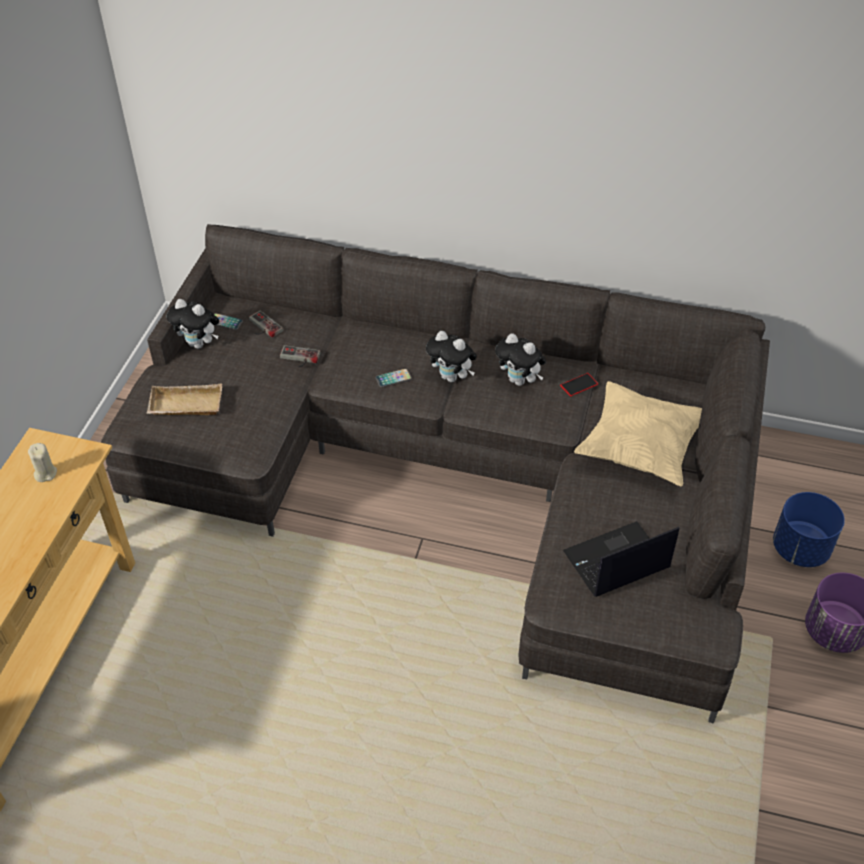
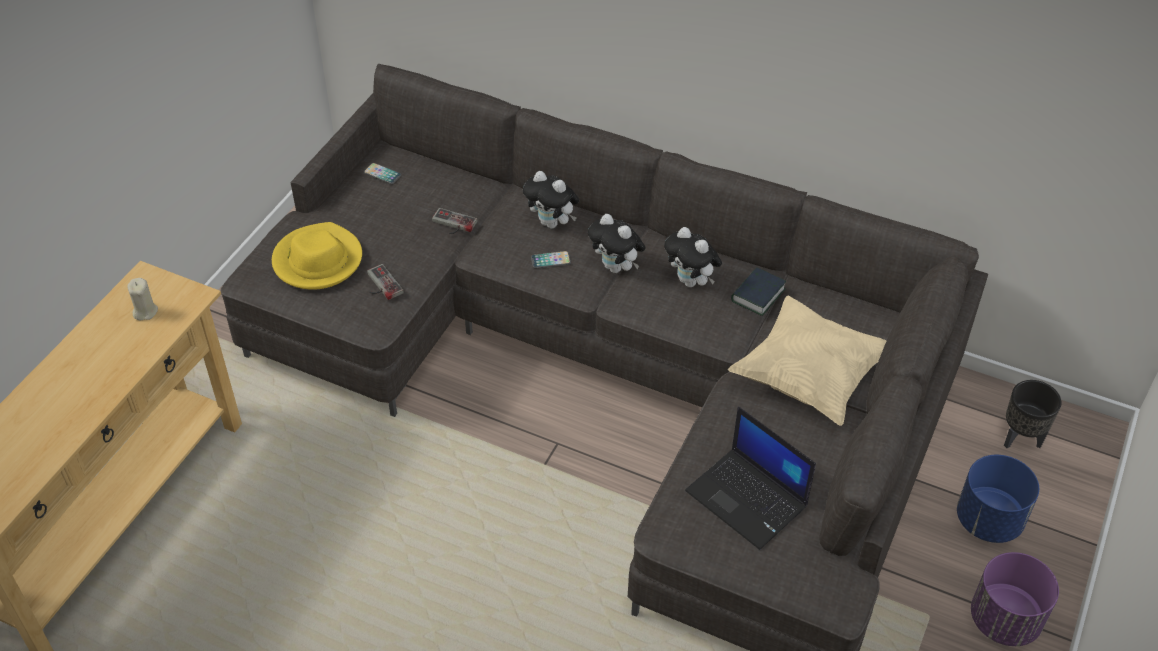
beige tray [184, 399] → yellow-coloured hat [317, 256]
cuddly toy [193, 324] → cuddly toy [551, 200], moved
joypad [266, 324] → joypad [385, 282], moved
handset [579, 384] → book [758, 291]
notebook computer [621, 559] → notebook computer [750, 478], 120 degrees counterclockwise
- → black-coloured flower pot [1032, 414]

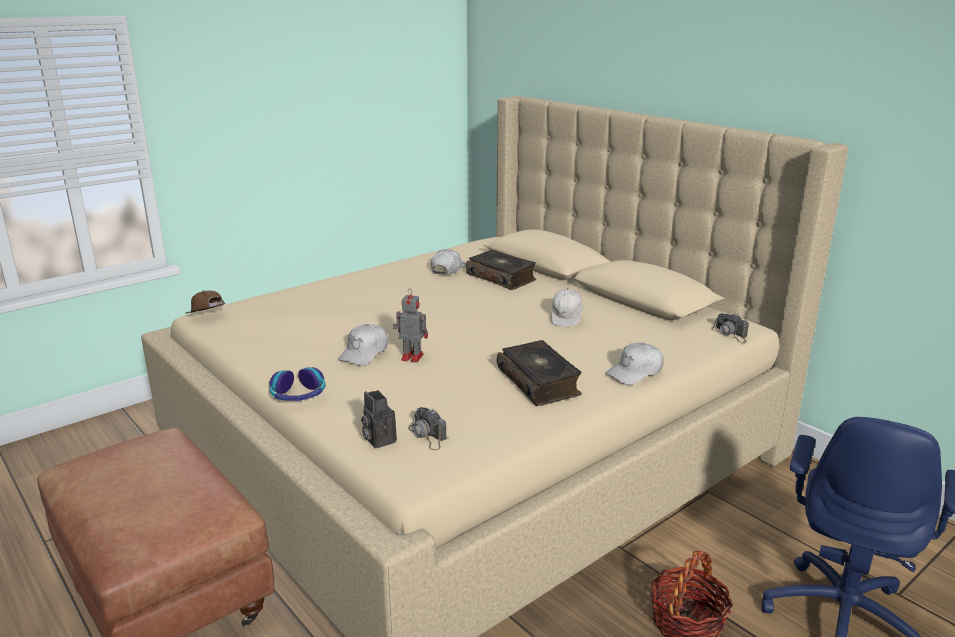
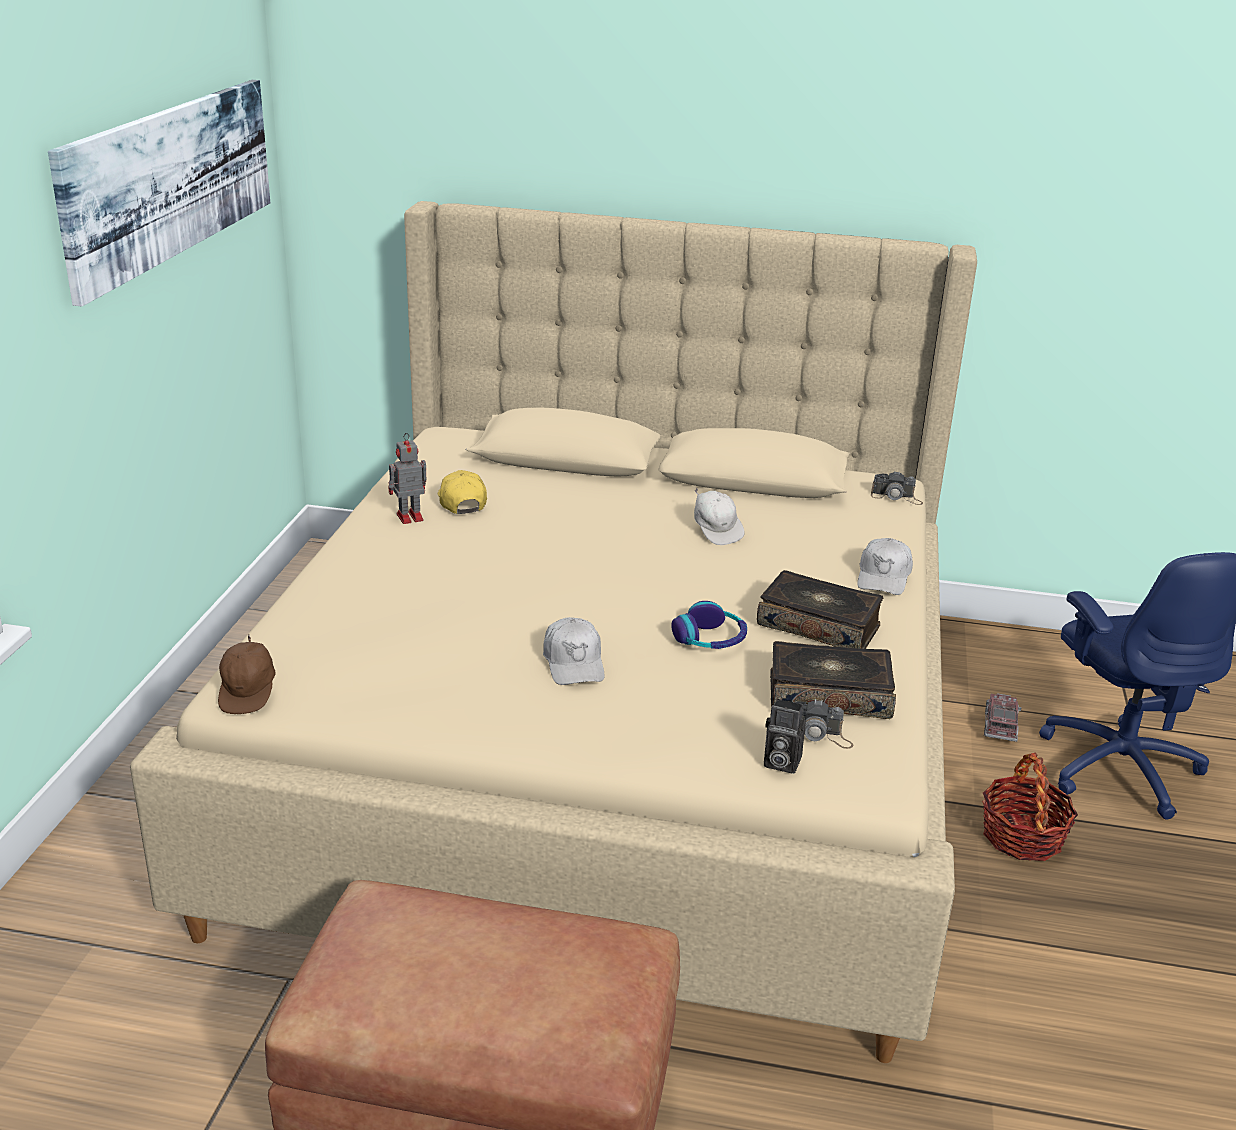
brown-coloured cap [205, 302] → brown-coloured cap [247, 674], 90 degrees counterclockwise
pair of headphones [297, 384] → pair of headphones [709, 625], moved
robot figure [410, 326] → robot figure [407, 478], moved
whitish cap [448, 262] → yellow-coloured cap [462, 492]
book [501, 270] → book [833, 680], moved
- → wall art [159, 193]
- → model truck [1003, 717]

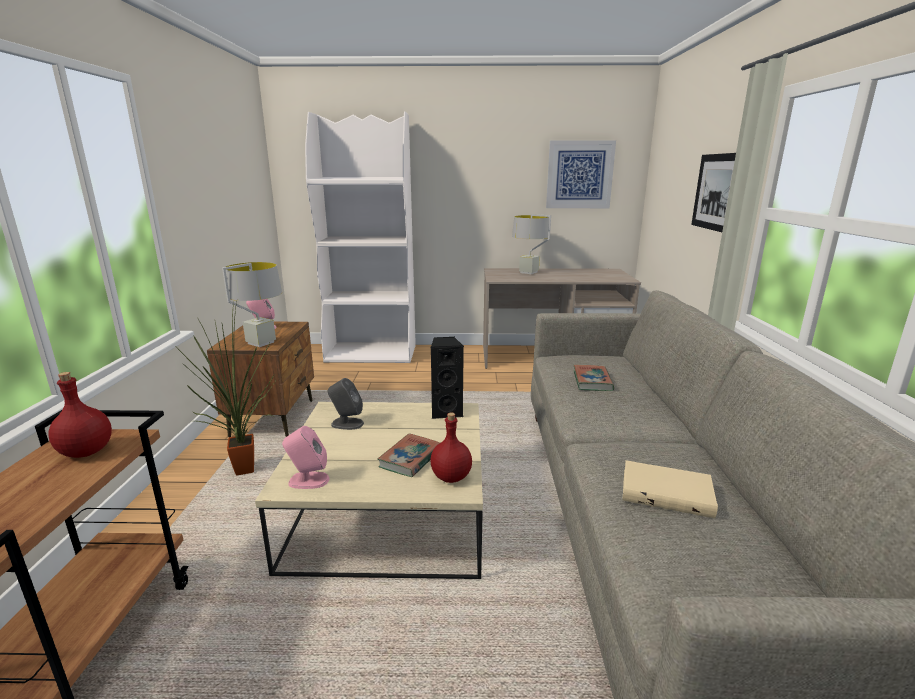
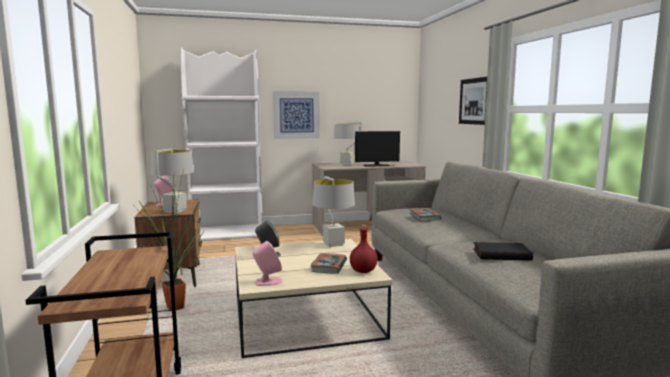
red bottle [80, 415] → -
black-coloured loudspeaker [447, 378] → gray tabletop lamp [333, 211]
wall art [581, 174] → wall art [296, 115], moved
beige book [670, 489] → black-coloured book [503, 251]
- → computer screen [377, 149]

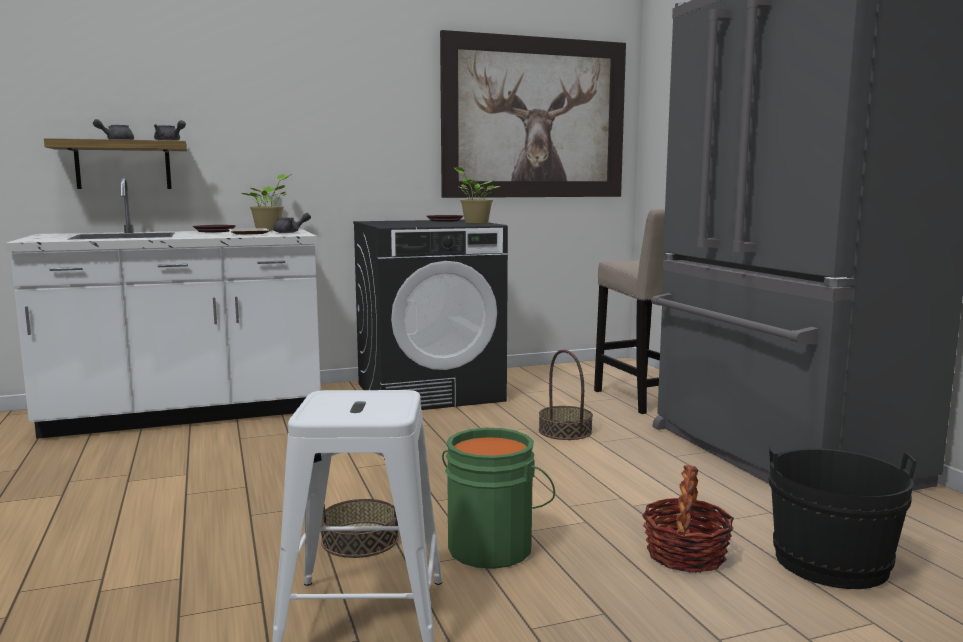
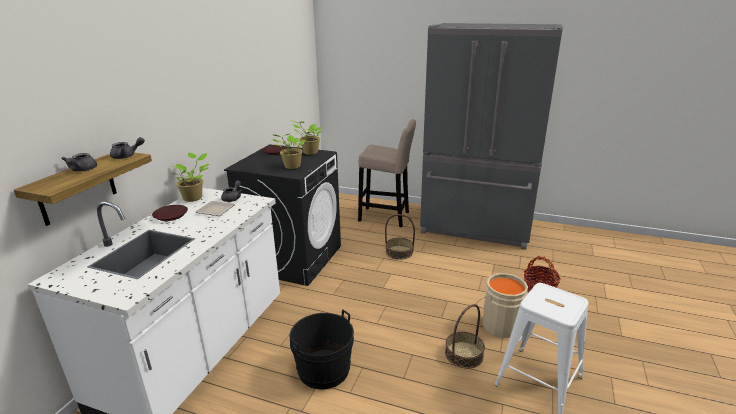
wall art [533, 114] → -
green-coloured water bucket [498, 498] → beige water bucket [501, 305]
black-coloured water bucket [843, 517] → black-coloured water bucket [322, 349], moved
- → potted plant [288, 151]

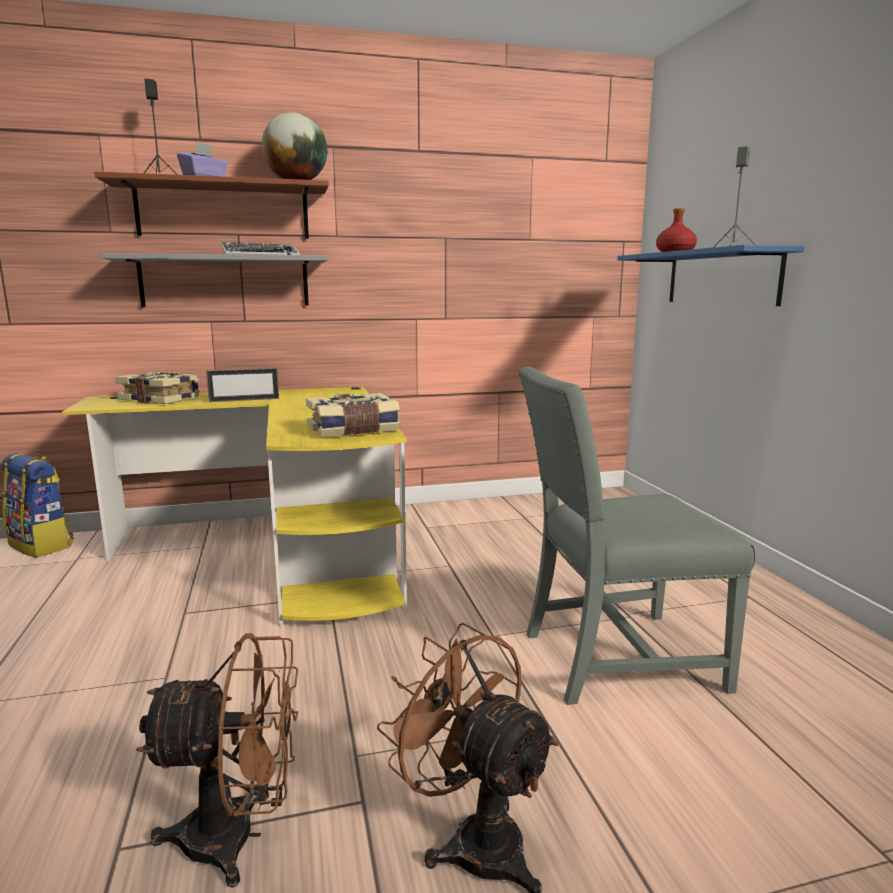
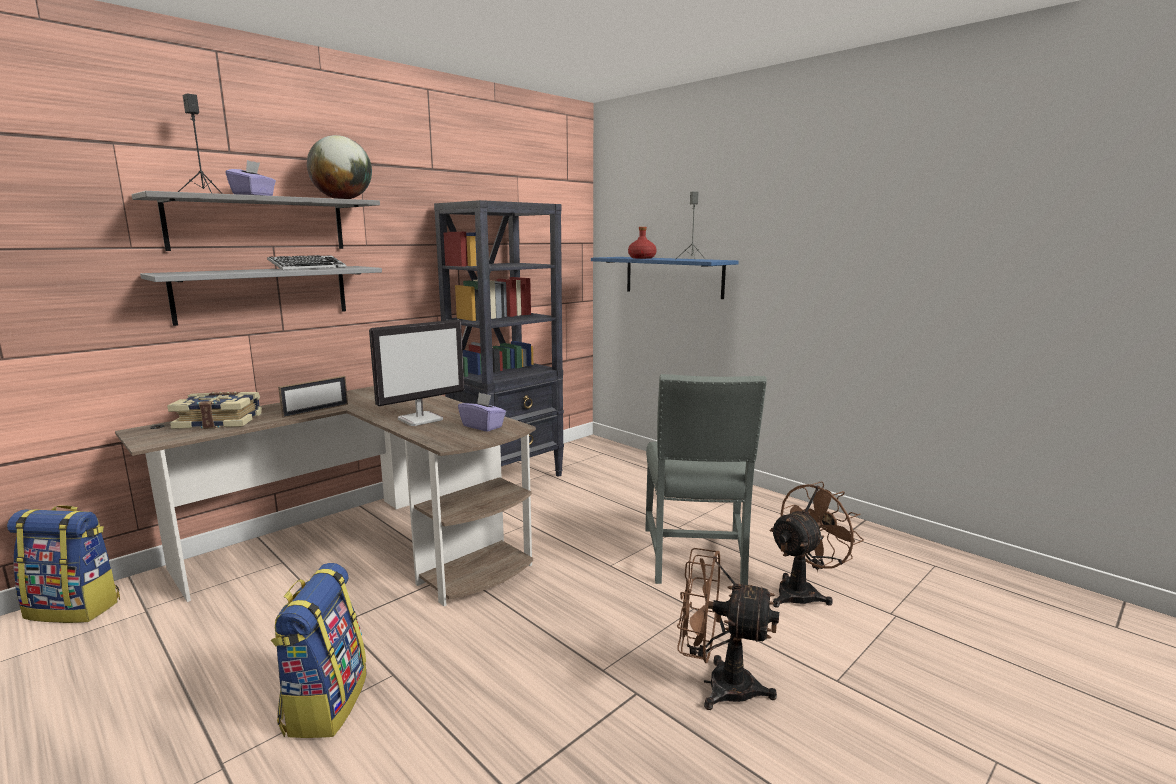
yellow-coloured desk table [234, 506] → brown-coloured desk table [325, 496]
brown-coloured bracket shelf [211, 205] → gray bracket shelf [256, 221]
brown-coloured fan [217, 760] → brown-coloured fan [816, 544], moved
book [353, 415] → purple-coloured tissue box [482, 412]
gray upright chair [636, 535] → gray upright chair [706, 479], 45 degrees counterclockwise
- → backpack [319, 650]
- → computer screen [417, 373]
- → black-coloured bookshelf [499, 338]

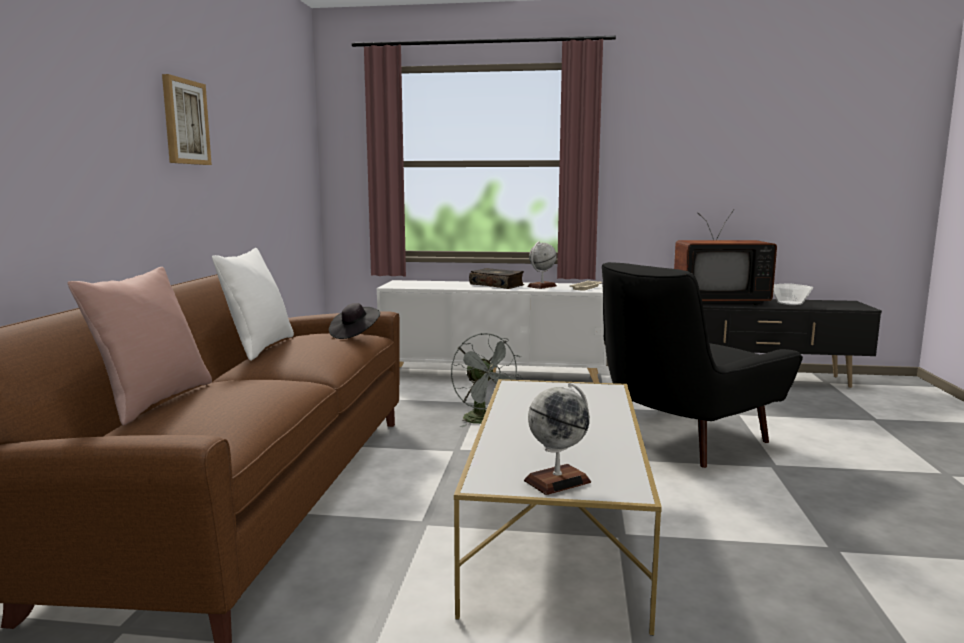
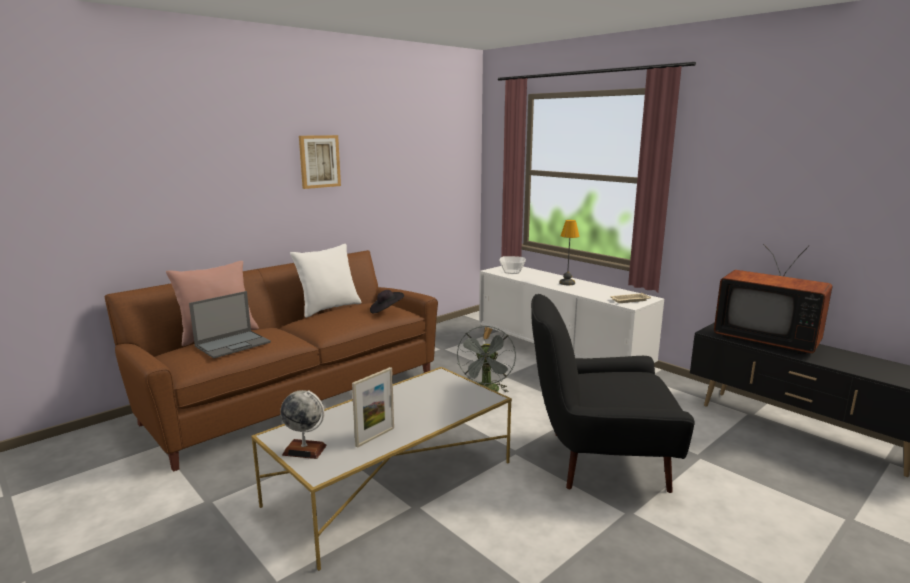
book [496, 278] → tabletop lamp [569, 252]
globe [542, 265] → -
serving bowl [793, 294] → serving bowl [512, 265], moved
- → notebook computer [230, 324]
- → photo frame [373, 407]

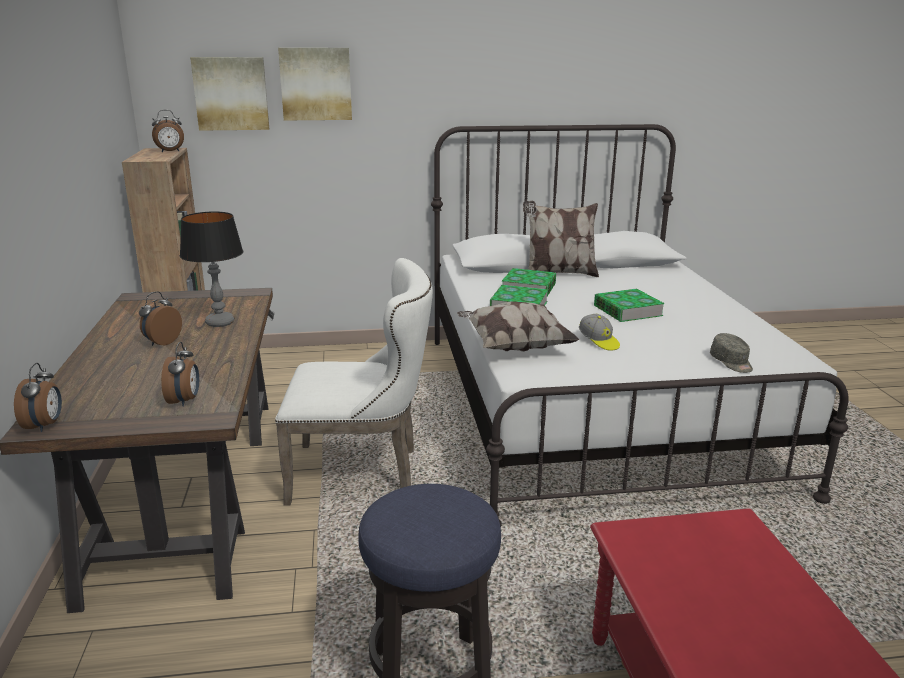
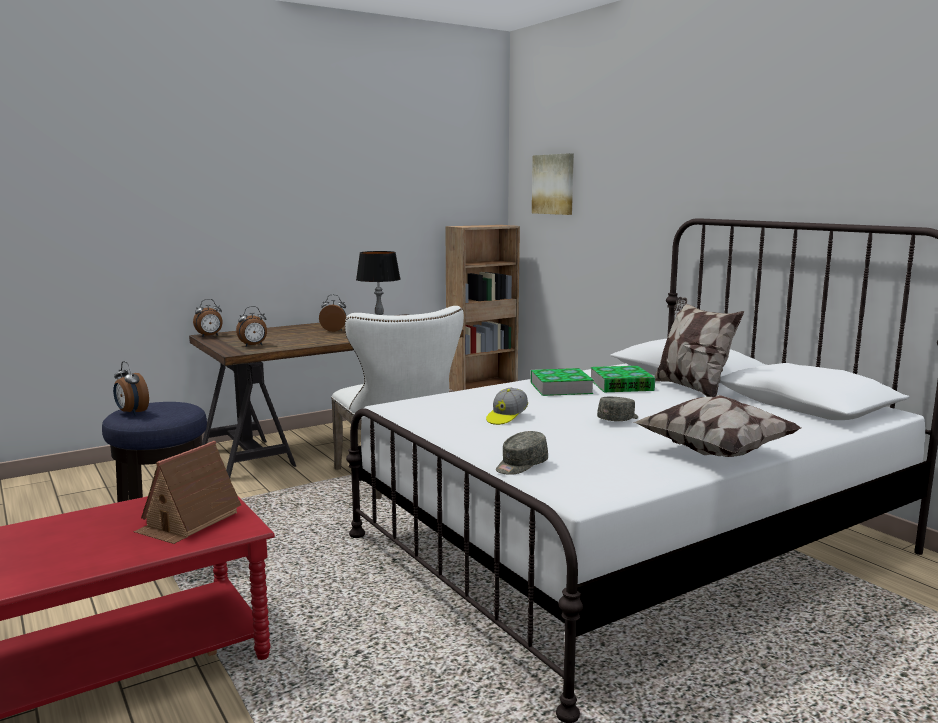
bedside clock [168, 131] → bedside clock [131, 388], moved
wall art [315, 83] → -
cushion [518, 327] → cushion [717, 426], moved
book [629, 305] → gray cap [617, 409]
- → toy house [187, 492]

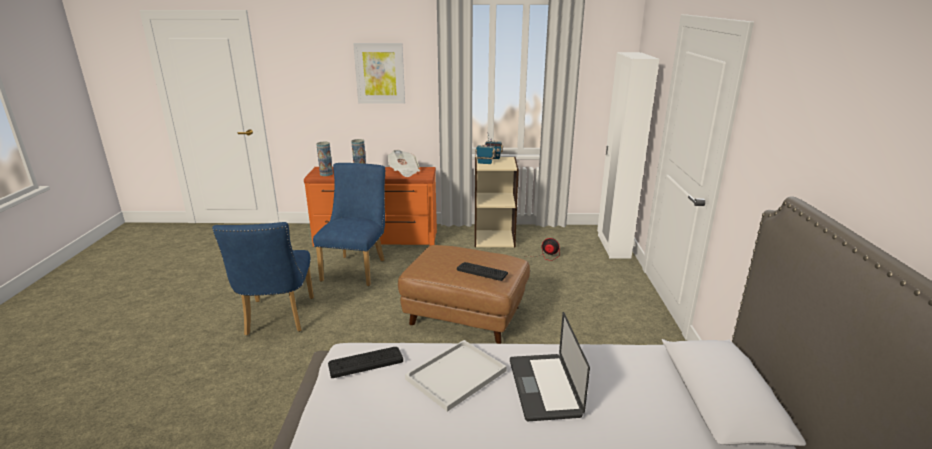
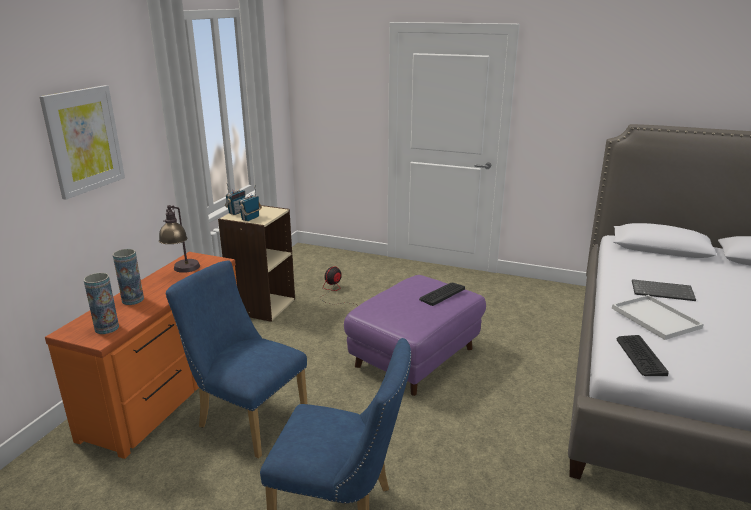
daily paper [403, 163] → tabletop lamp [179, 239]
brown-coloured ottoman [464, 294] → purple-coloured ottoman [415, 335]
notebook computer [550, 366] → keyboard [664, 290]
whitish armoire [628, 155] → -

